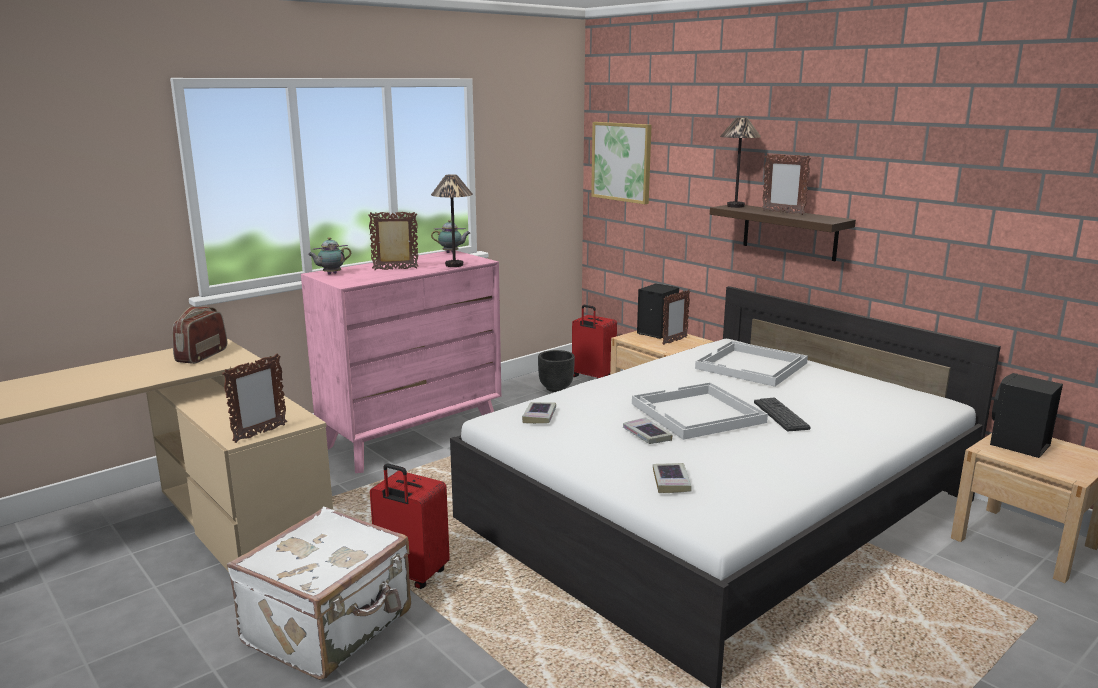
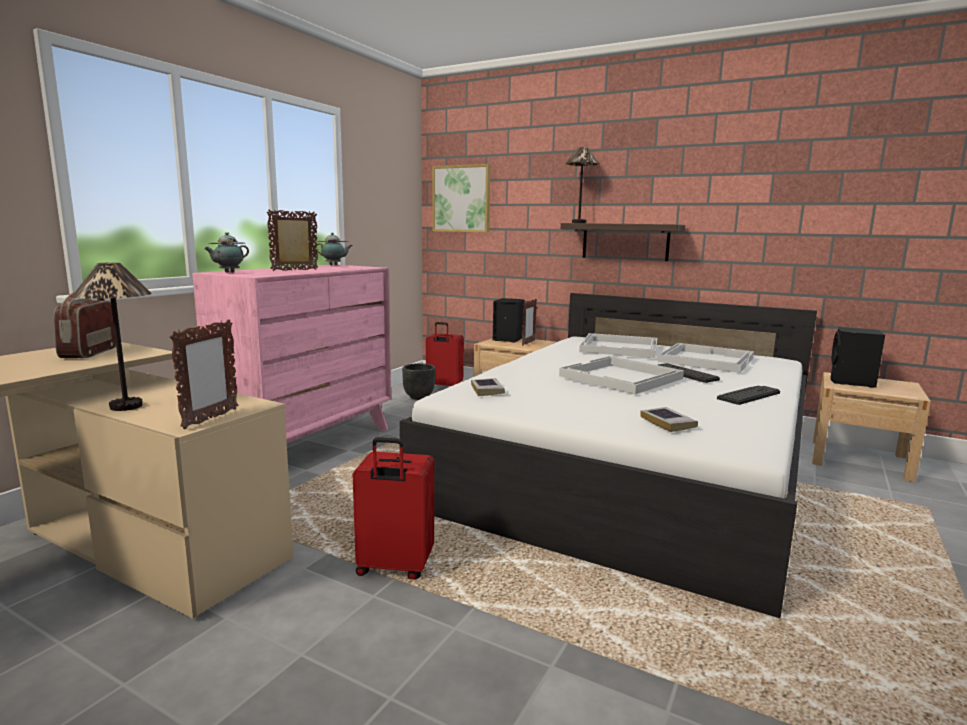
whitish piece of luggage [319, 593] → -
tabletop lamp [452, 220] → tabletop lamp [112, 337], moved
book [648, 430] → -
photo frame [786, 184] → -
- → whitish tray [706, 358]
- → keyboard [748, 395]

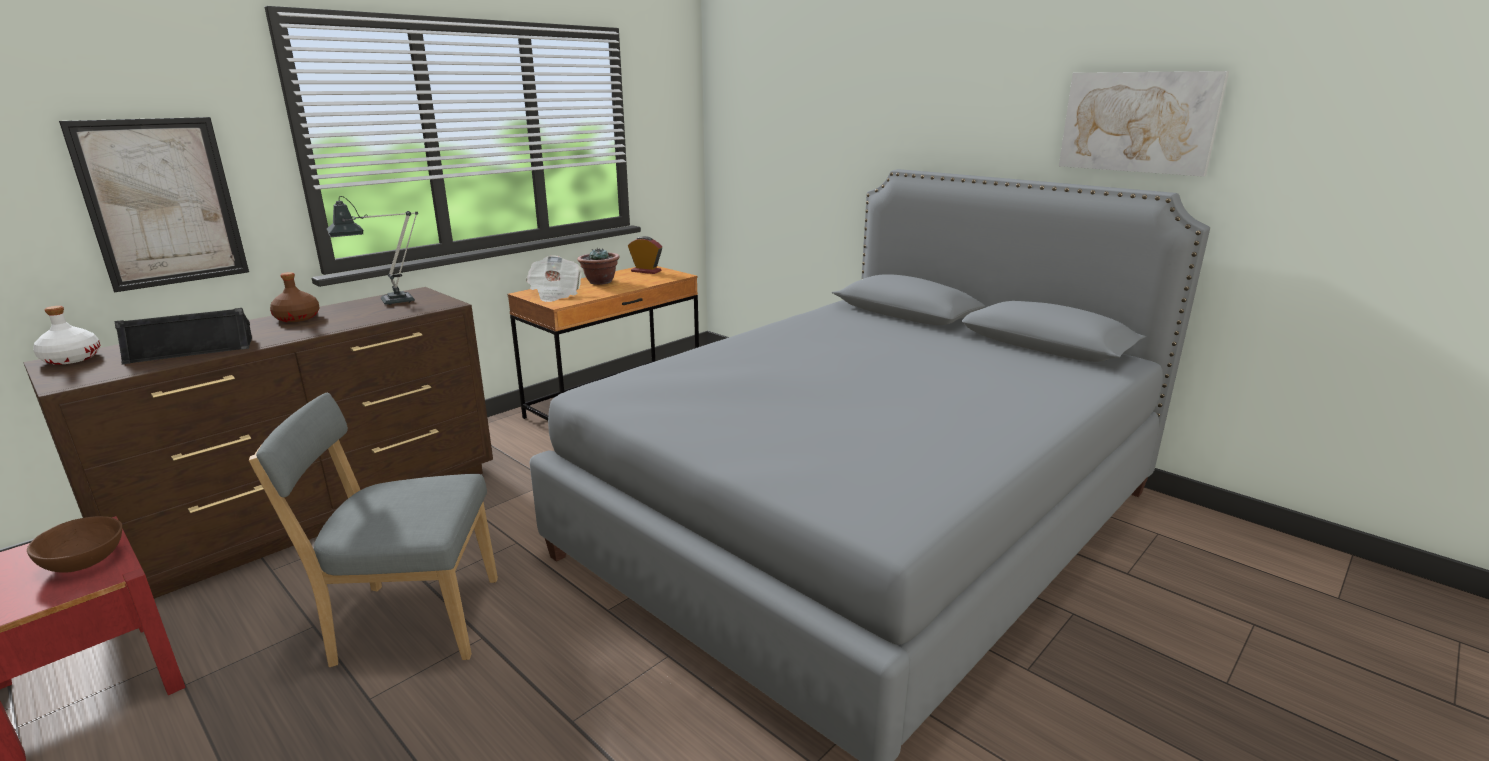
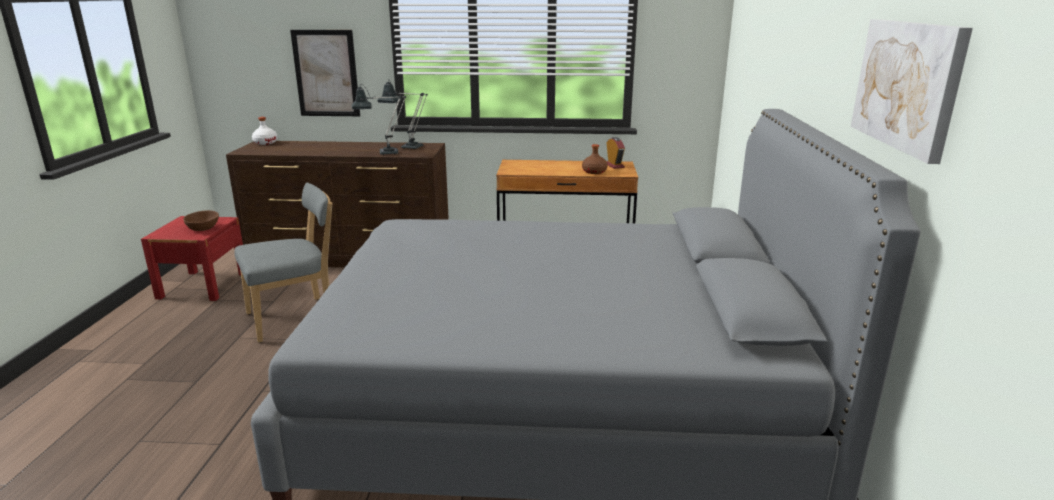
black-coloured loudspeaker [183, 336] → -
gray upright chair [373, 530] → gray upright chair [283, 263], 105 degrees clockwise
brown-coloured bottle [295, 297] → brown-coloured bottle [595, 159], moved
daily paper [554, 278] → -
potted plant [598, 266] → -
- → tabletop lamp [379, 119]

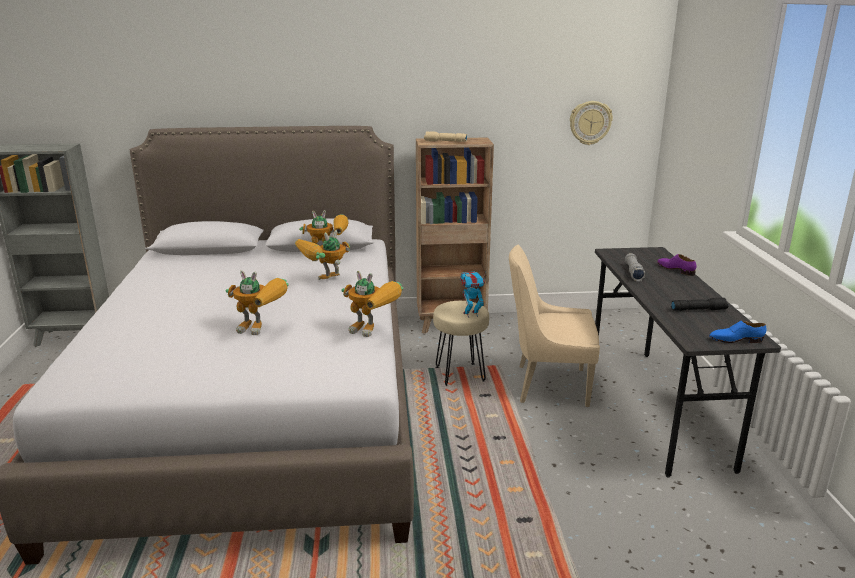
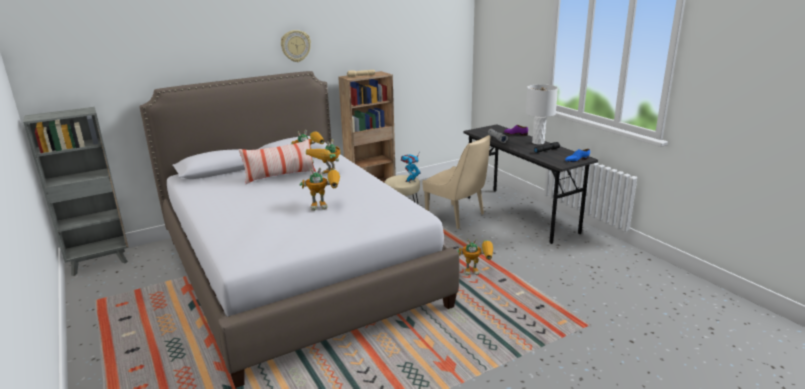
robot figure [372, 304] → robot figure [475, 257], moved
beige upright chair [554, 326] → beige upright chair [456, 182], 120 degrees counterclockwise
hanging clock [591, 123] → hanging clock [296, 46], moved
- → cushion [277, 161]
- → whitish tabletop lamp [542, 114]

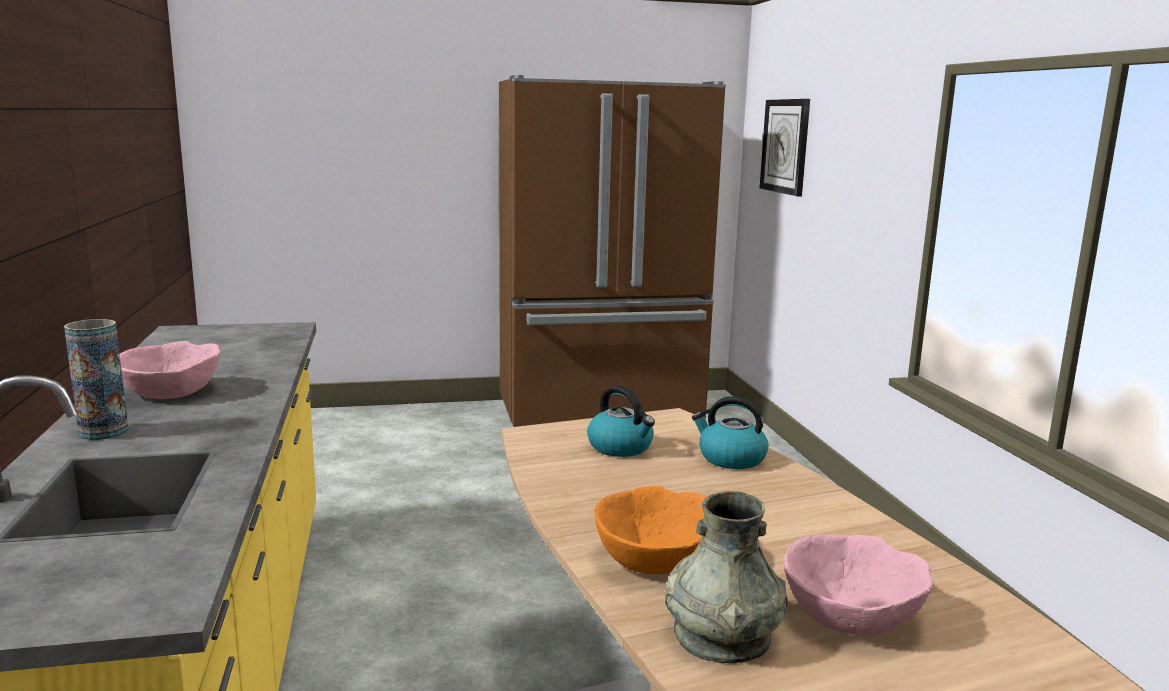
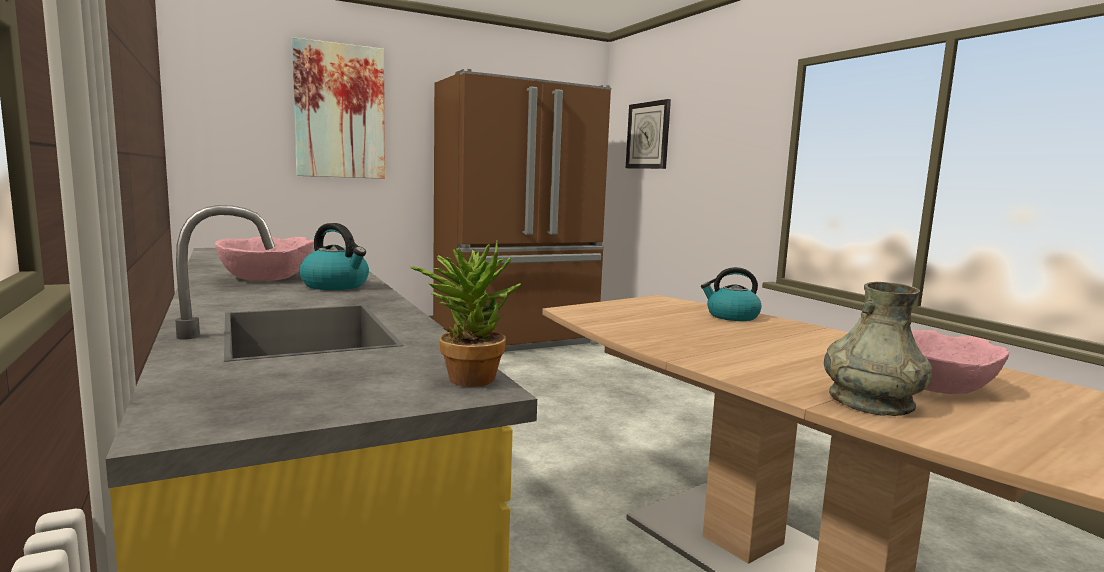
decorative vase [96, 379] → -
water kettle [621, 421] → water kettle [334, 256], moved
orange-coloured serving bowl [650, 530] → -
- → wall art [338, 108]
- → potted plant [466, 313]

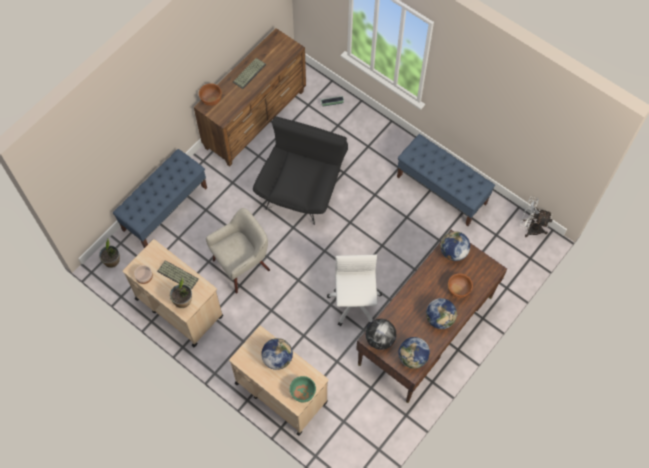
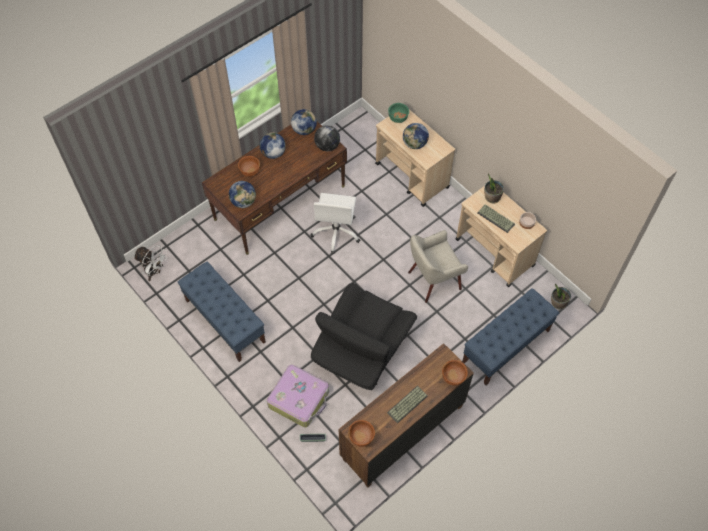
- → piece of luggage [298, 395]
- → brown-coloured serving bowl [361, 433]

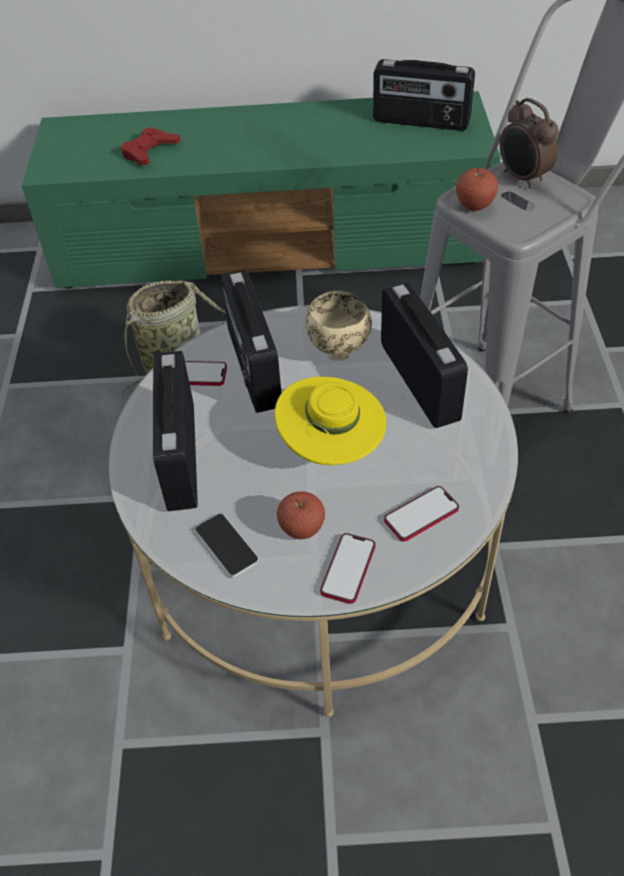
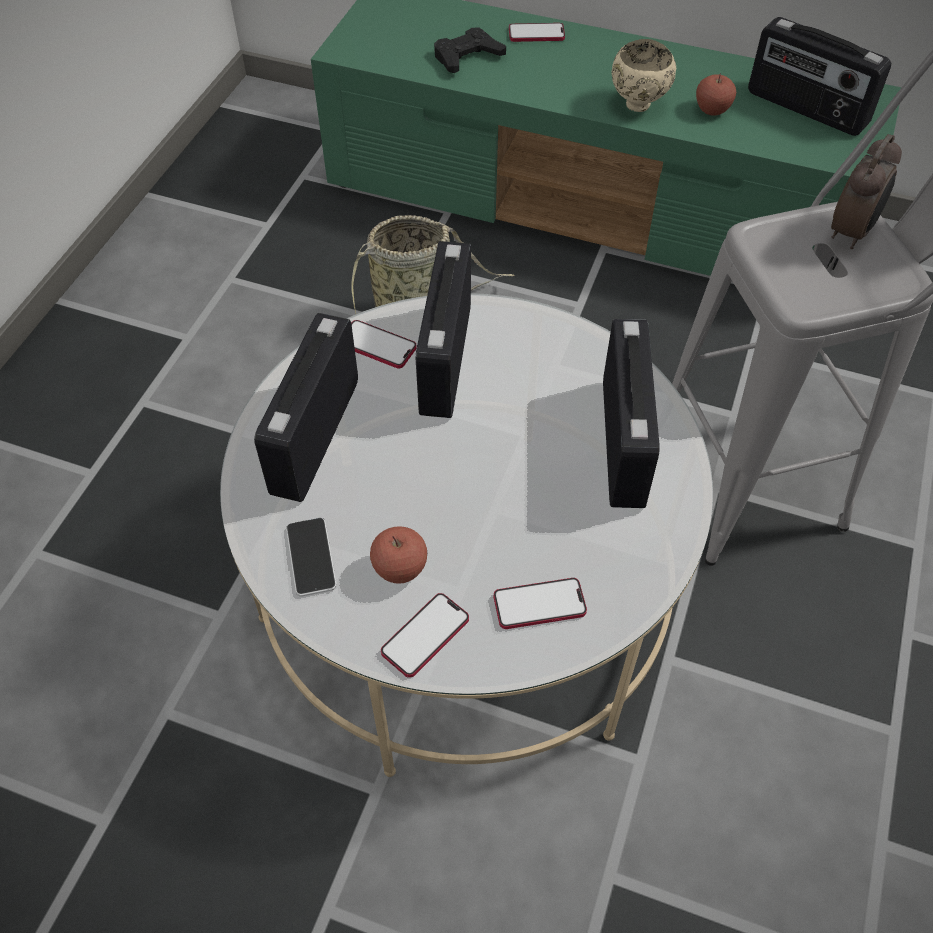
red joypad [151, 146] → black-coloured joypad [470, 50]
yellow-coloured hat [330, 421] → -
beige serving bowl [338, 326] → beige serving bowl [643, 75], moved
apple fruit [477, 189] → apple fruit [716, 95], moved
bedside clock [529, 143] → bedside clock [866, 191], 135 degrees counterclockwise
- → handset [537, 32]

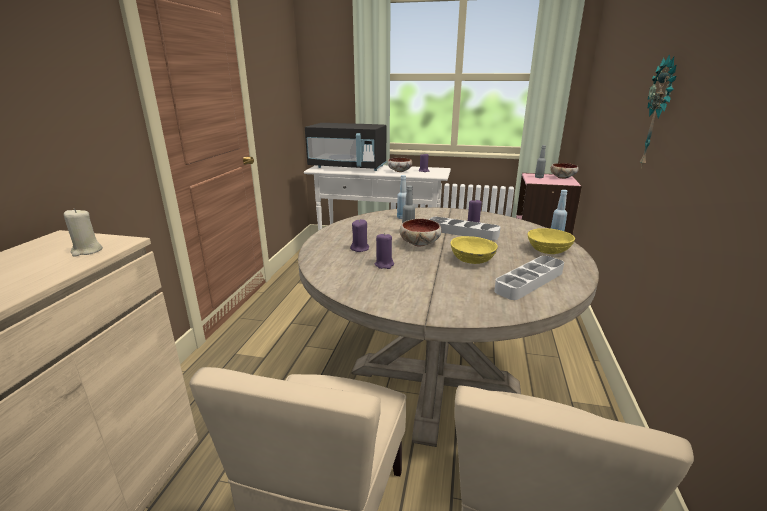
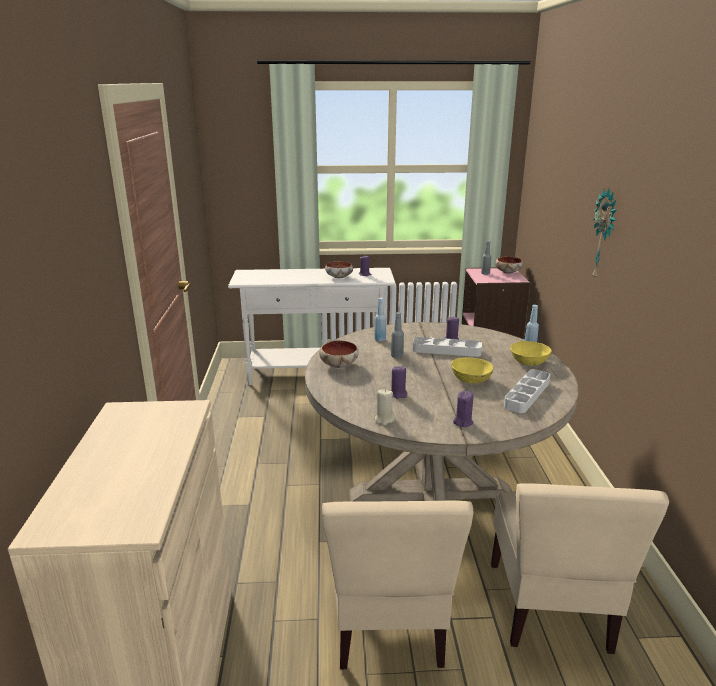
beige wax candle [83, 232] → beige wax candle [385, 407], moved
black-coloured microwave [346, 147] → -
purple-coloured wax candle [359, 235] → purple-coloured wax candle [463, 409], moved
serving bowl [420, 232] → serving bowl [338, 354], moved

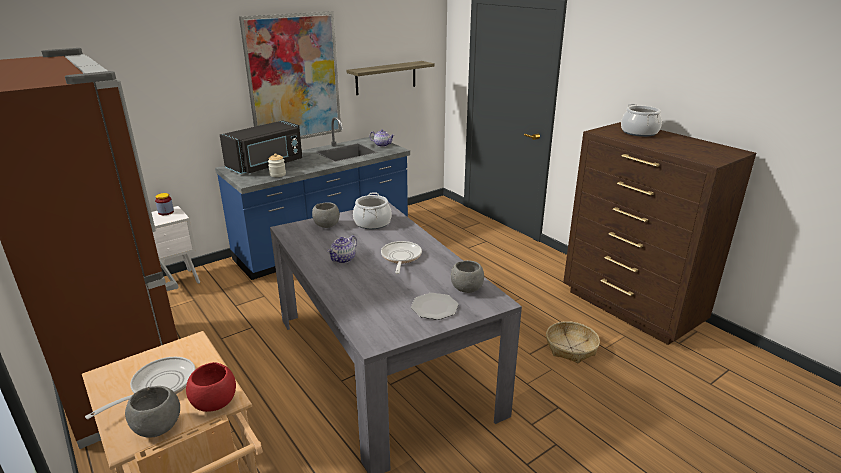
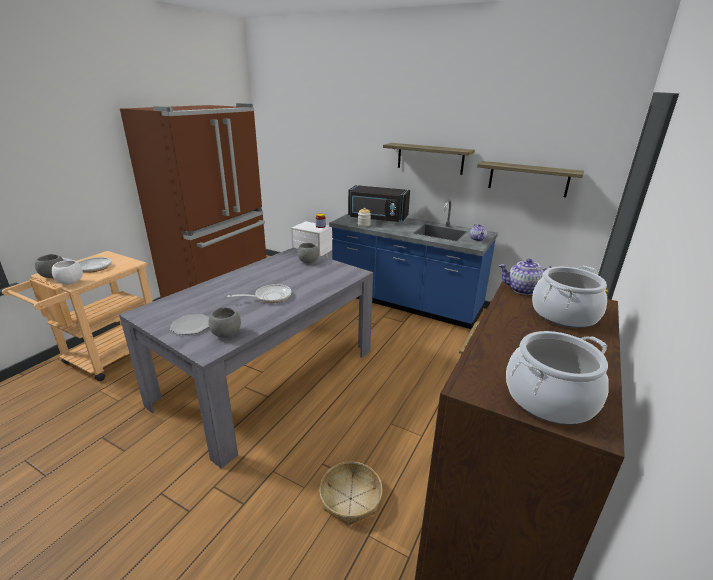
red serving bowl [211, 387] → whitish serving bowl [67, 272]
wall art [290, 75] → bracket shelf [429, 159]
pot for tea [342, 249] → pot for tea [525, 277], moved
cooking pot [372, 210] → cooking pot [557, 378], moved

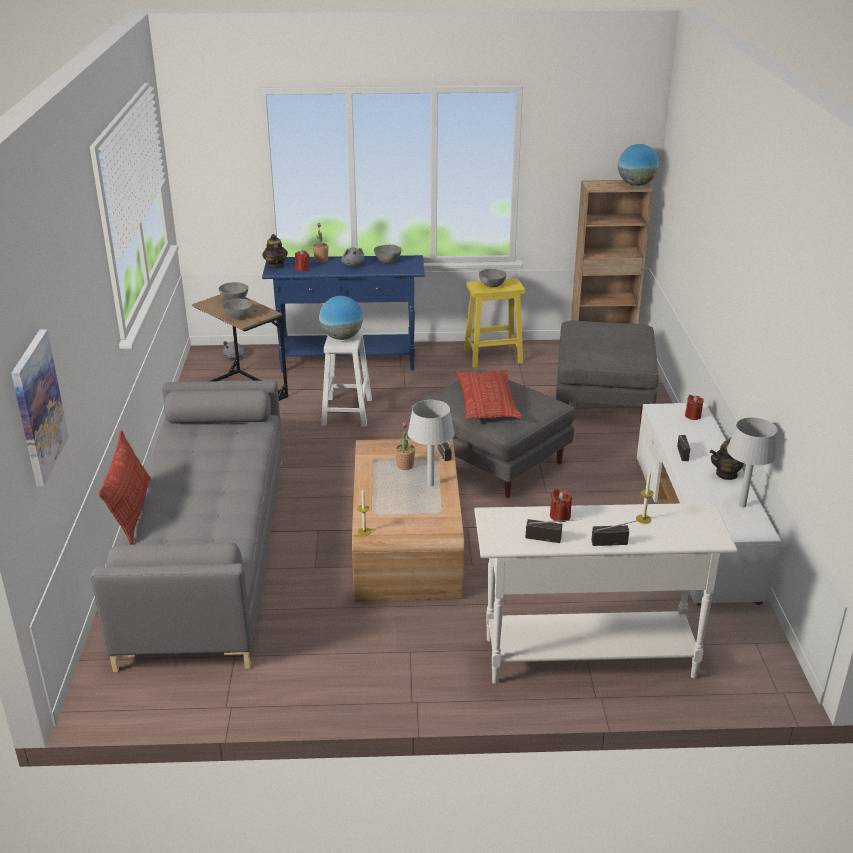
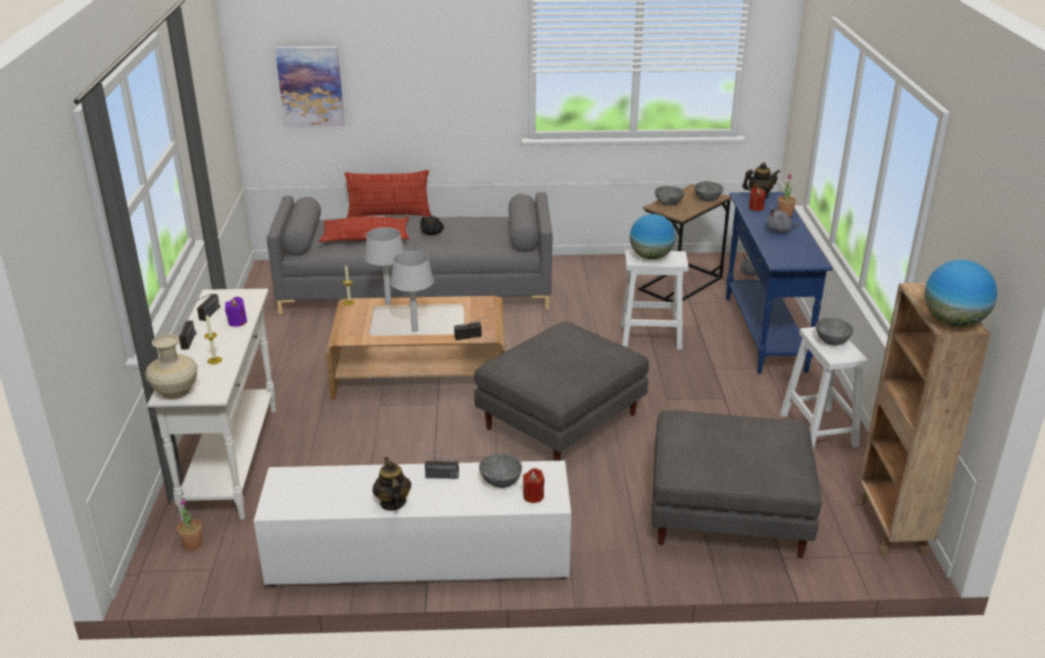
gray serving bowl [388, 254] → gray serving bowl [500, 470], moved
potted plant [405, 446] → potted plant [190, 524], moved
cushion [489, 394] → cushion [364, 229], moved
yellow-coloured stool seat [494, 323] → whitish stool seat [824, 389]
red wax candle [561, 505] → purple-coloured wax candle [236, 312]
gray tabletop lamp [752, 462] → gray tabletop lamp [384, 266], moved
- → beige decorative vase [171, 367]
- → black-coloured cuddly toy [432, 225]

